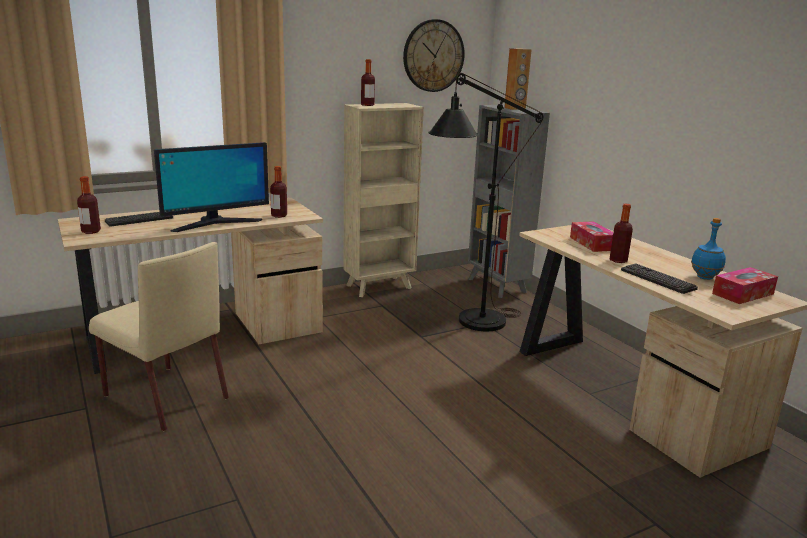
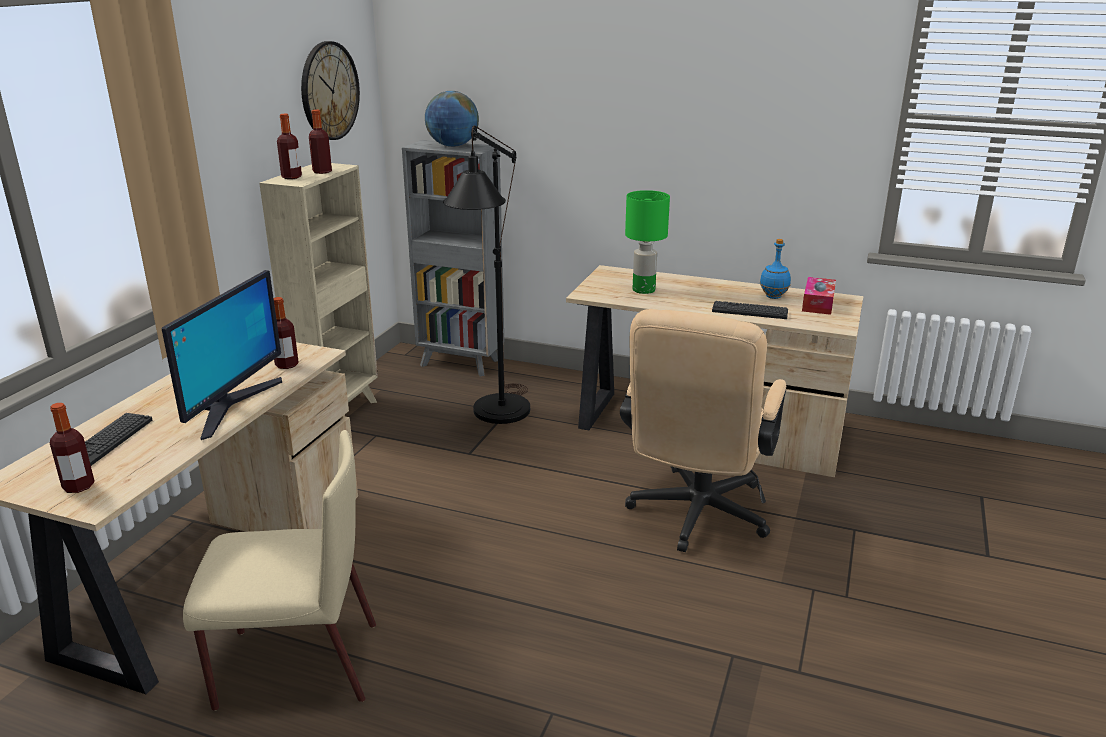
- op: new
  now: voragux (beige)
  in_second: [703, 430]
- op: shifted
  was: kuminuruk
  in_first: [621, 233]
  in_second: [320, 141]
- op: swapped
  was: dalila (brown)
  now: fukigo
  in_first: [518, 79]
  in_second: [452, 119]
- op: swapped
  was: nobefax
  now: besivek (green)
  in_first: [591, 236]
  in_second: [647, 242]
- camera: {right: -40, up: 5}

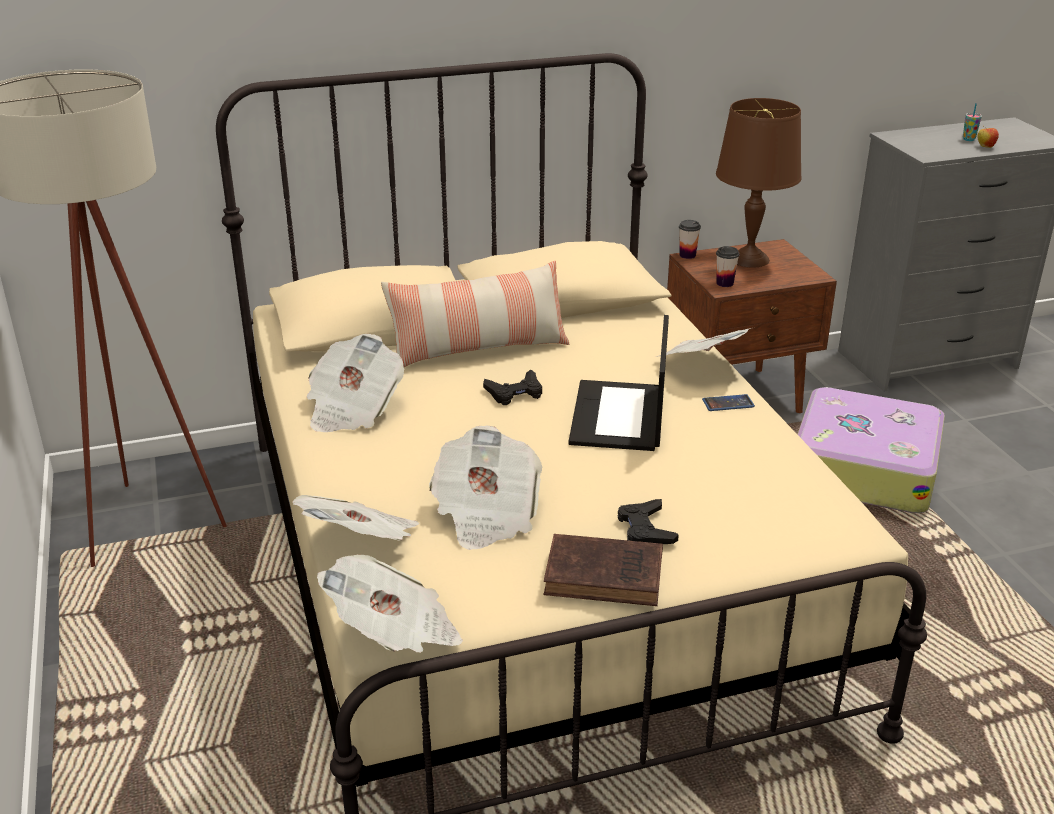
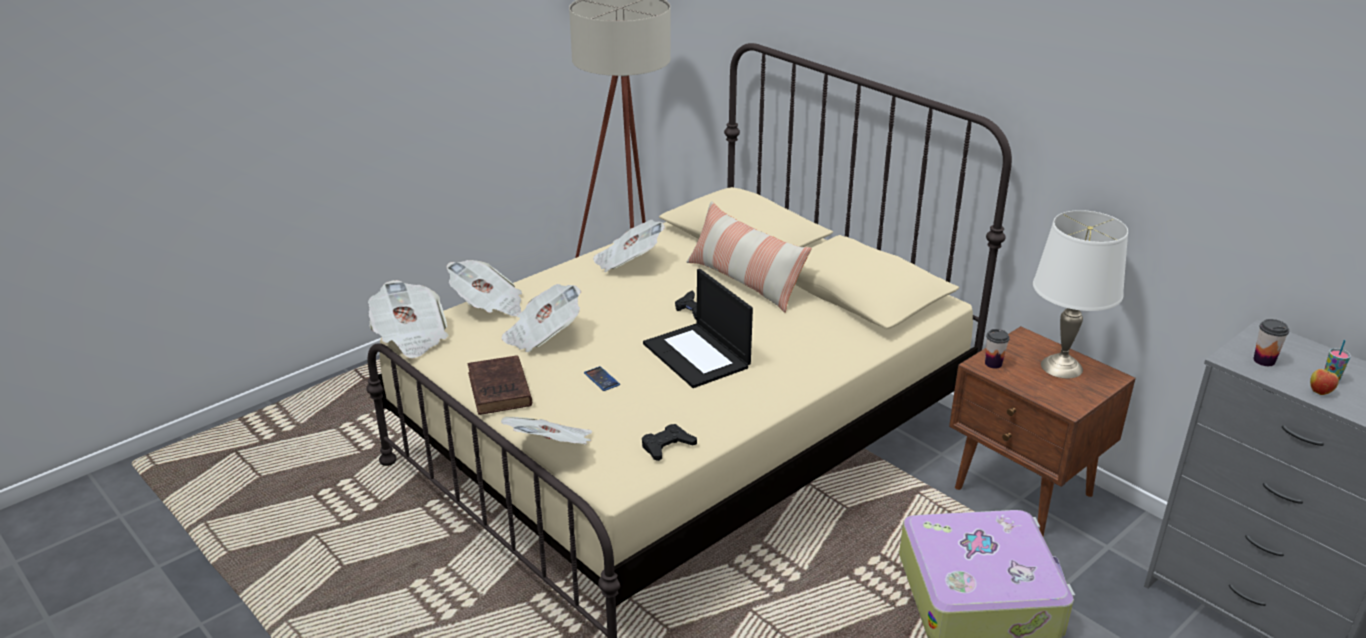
- op: shifted
  was: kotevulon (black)
  in_first: [648, 521]
  in_second: [669, 442]
- op: shifted
  was: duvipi
  in_first: [703, 342]
  in_second: [547, 430]
- op: shifted
  was: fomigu
  in_first: [690, 239]
  in_second: [1271, 342]
- op: shifted
  was: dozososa
  in_first: [728, 402]
  in_second: [602, 378]
- op: repainted
  was: besivek (brown)
  now: besivek (white)
  in_first: [759, 183]
  in_second: [1080, 294]
- op: rotated
  was: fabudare
  in_first: [619, 383]
  in_second: [698, 328]
  clockwise: -105
- camera: {right: 65, up: 0}

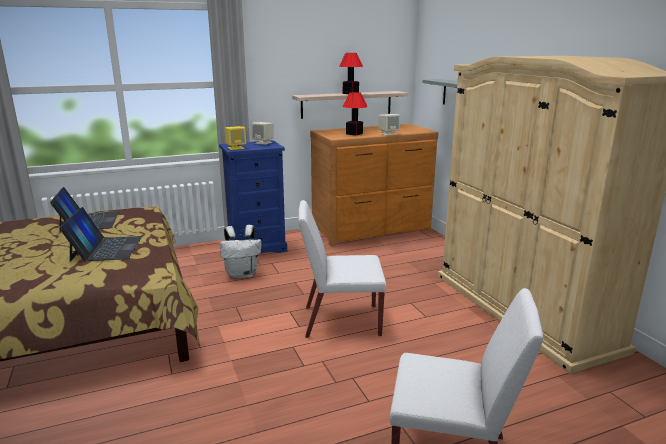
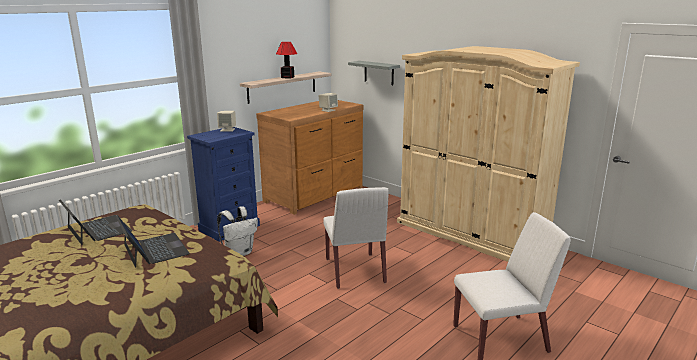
- op: gone
  was: dalila (yellow)
  in_first: [235, 138]
- op: gone
  was: besivek
  in_first: [355, 114]
- op: rotated
  was: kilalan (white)
  in_first: [342, 269]
  in_second: [356, 238]
  clockwise: -75
- camera: {right: -25, up: 0}

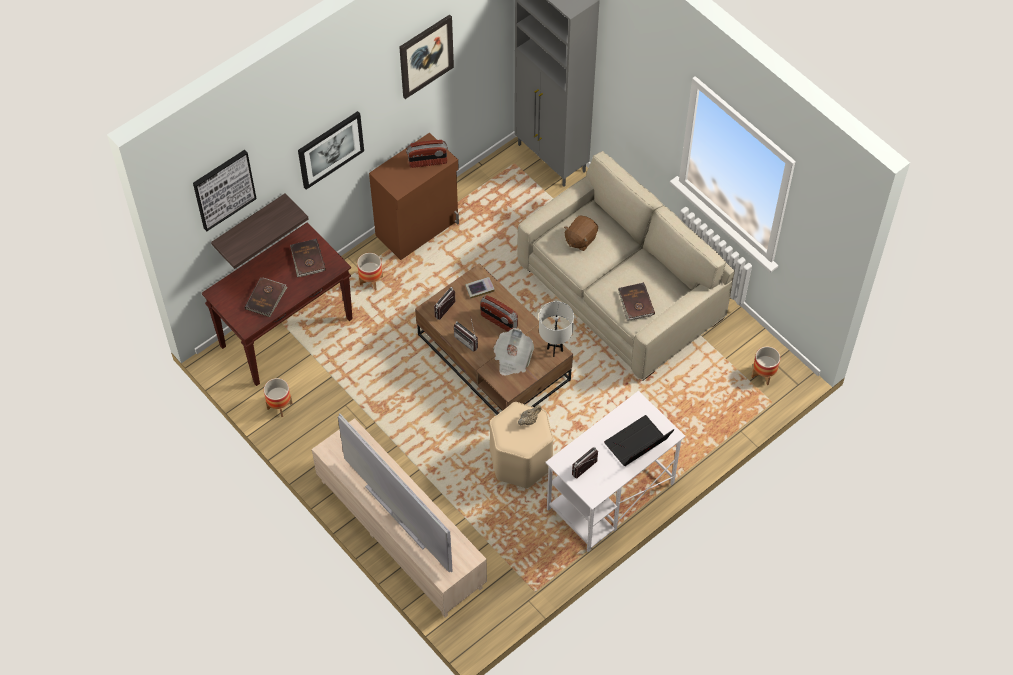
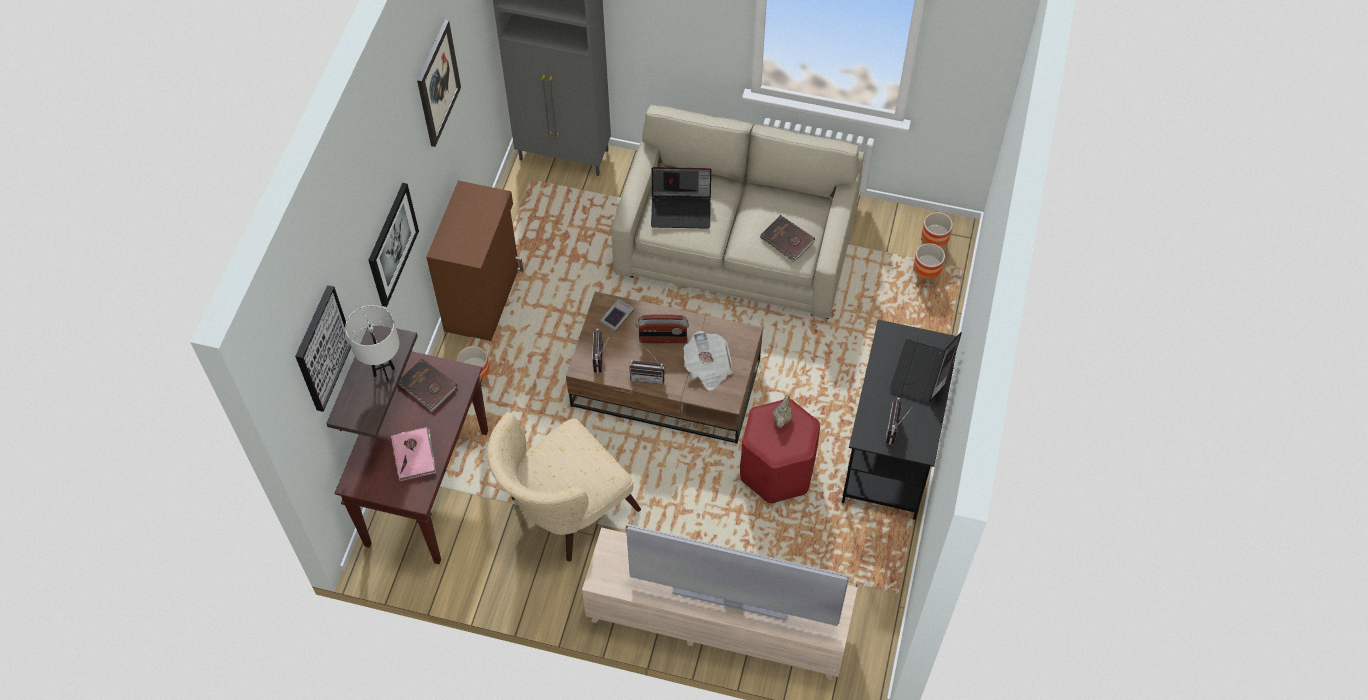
- op: gone
  was: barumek
  in_first: [427, 154]
- op: new
  now: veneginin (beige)
  in_second: [564, 486]
- op: shifted
  was: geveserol
  in_first: [278, 397]
  in_second: [929, 265]
- op: shifted
  was: besivek (white)
  in_first: [556, 329]
  in_second: [372, 343]
- op: swapped
  was: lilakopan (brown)
  now: fabudare
  in_first: [581, 233]
  in_second: [681, 198]
- op: repainted
  was: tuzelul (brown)
  now: tuzelul (pink)
  in_first: [266, 297]
  in_second: [413, 454]
- op: repainted
  was: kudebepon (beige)
  now: kudebepon (red)
  in_first: [521, 445]
  in_second: [780, 451]
- op: repainted
  was: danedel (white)
  now: danedel (black)
  in_first: [615, 471]
  in_second: [899, 420]
- camera: {right: -35, up: 0}

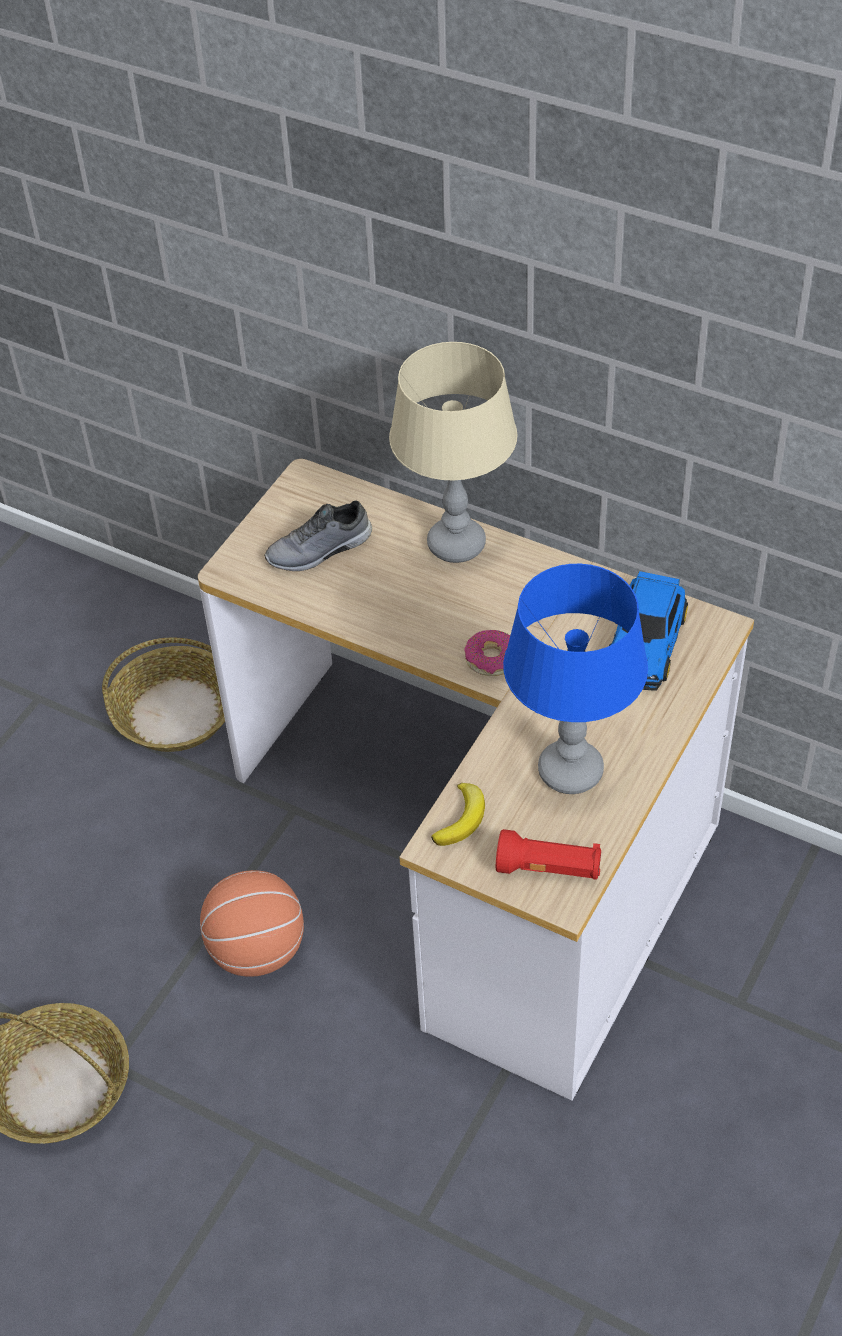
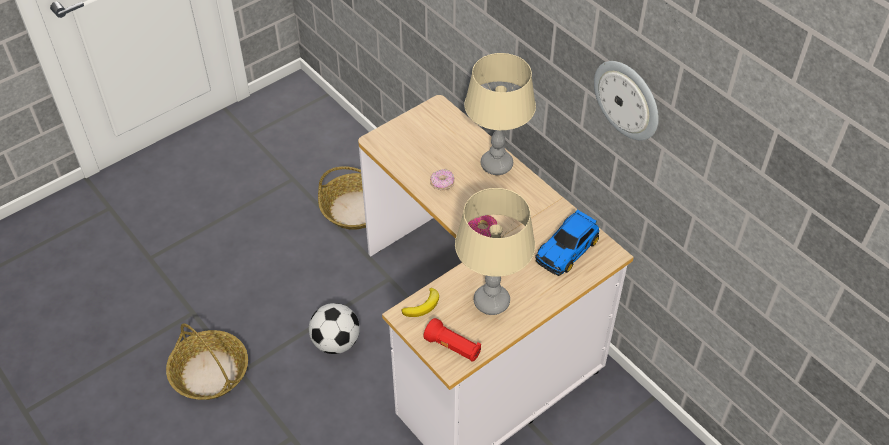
- op: gone
  was: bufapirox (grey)
  in_first: [318, 535]
- op: new
  now: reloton
  in_second: [442, 179]
- op: new
  now: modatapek
  in_second: [626, 100]
- op: swapped
  was: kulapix
  now: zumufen
  in_first: [252, 923]
  in_second: [334, 328]
- op: repainted
  was: besivek (blue)
  now: besivek (beige)
  in_first: [575, 679]
  in_second: [495, 251]
- camera: {right: 20, up: 0}

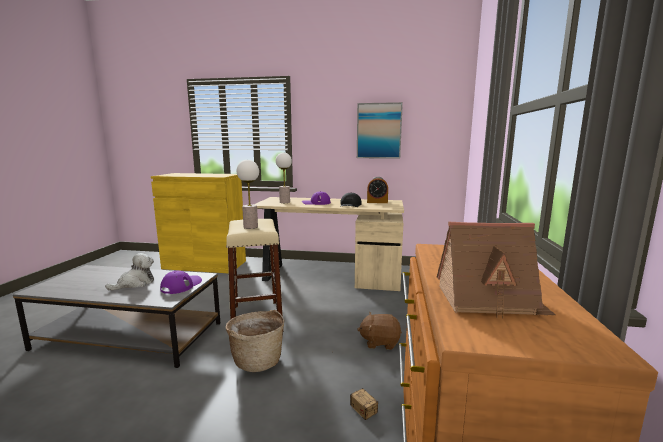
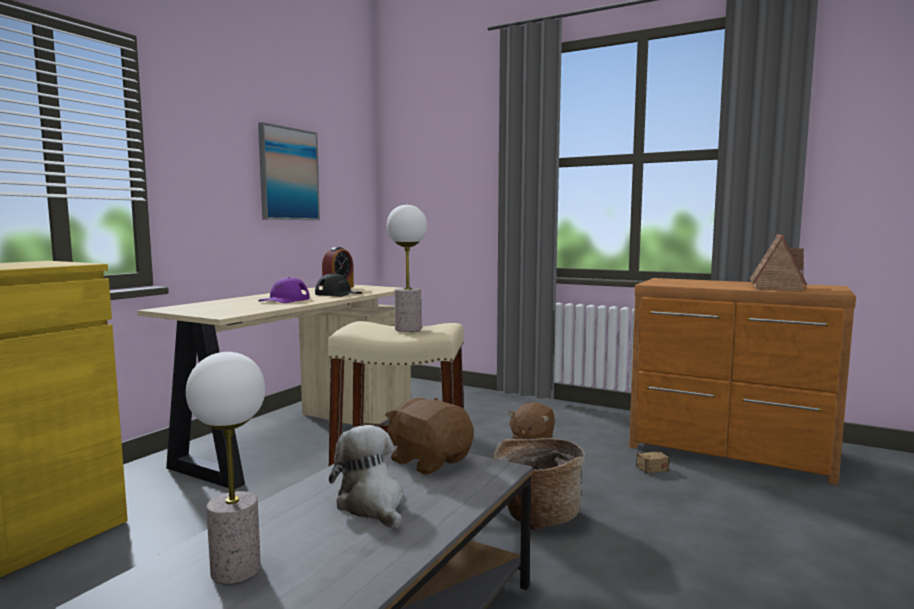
- op: shifted
  was: besivek
  in_first: [284, 178]
  in_second: [225, 468]
- op: swapped
  was: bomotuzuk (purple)
  now: lilakopan (brown)
  in_first: [181, 282]
  in_second: [429, 436]
- camera: {right: -70, up: -5}

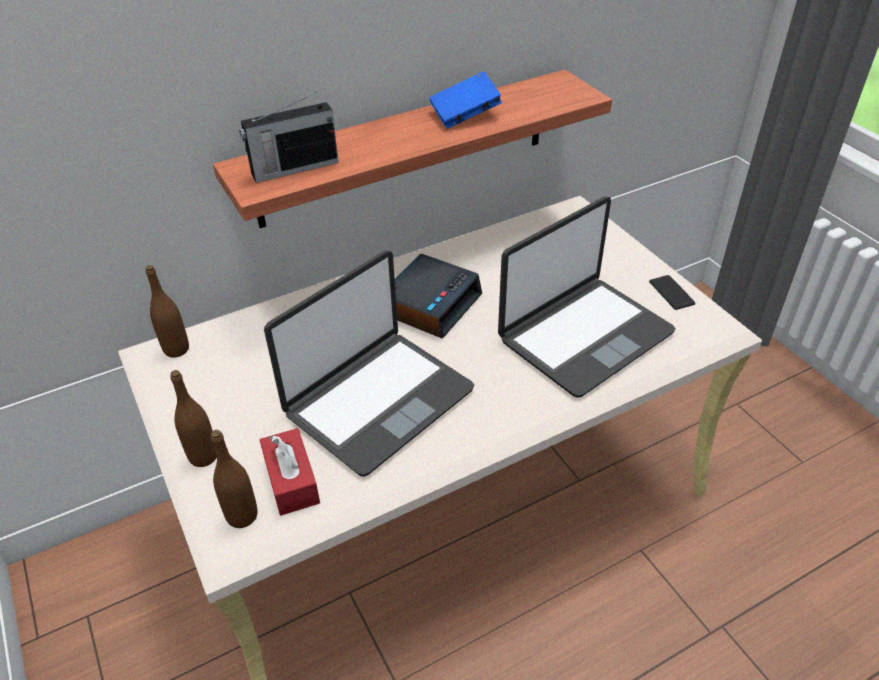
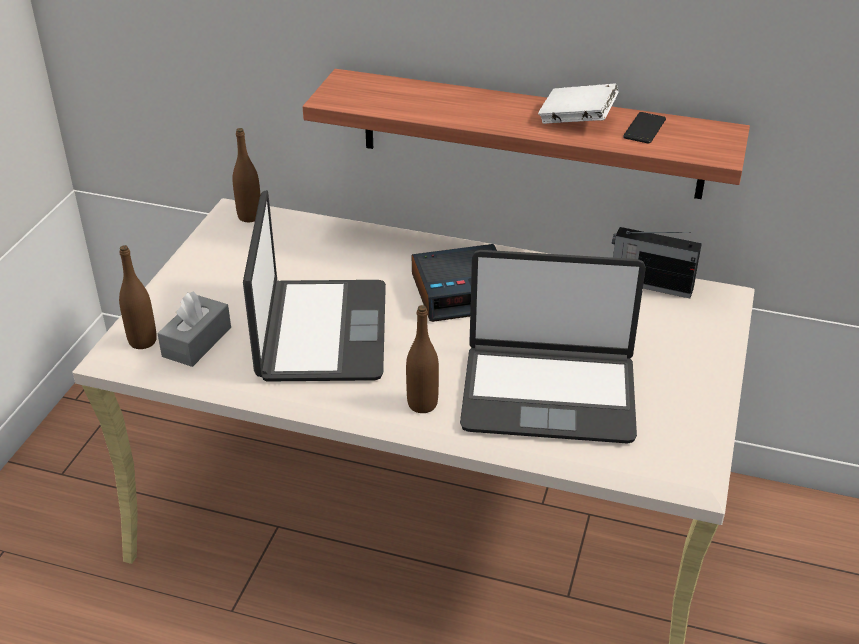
- op: shifted
  was: kuminuruk (brown)
  in_first: [193, 418]
  in_second: [422, 359]
- op: shifted
  was: barumek
  in_first: [289, 137]
  in_second: [657, 262]
- op: shifted
  was: dozososa
  in_first: [672, 292]
  in_second: [644, 128]
- op: repainted
  was: nobefax (red)
  now: nobefax (grey)
  in_first: [290, 472]
  in_second: [194, 329]
- op: repainted
  was: tuzelul (blue)
  now: tuzelul (white)
  in_first: [465, 99]
  in_second: [578, 103]
- op: rotated
  was: fabudare
  in_first: [369, 364]
  in_second: [314, 286]
  clockwise: -90
- camera: {right: 45, up: -5}

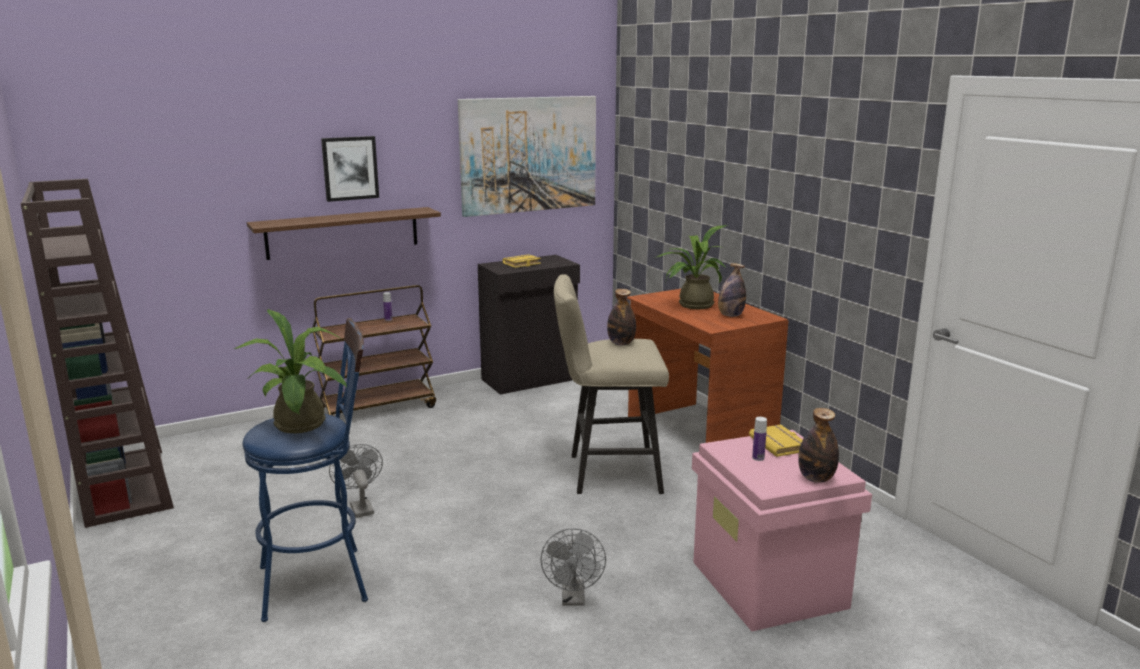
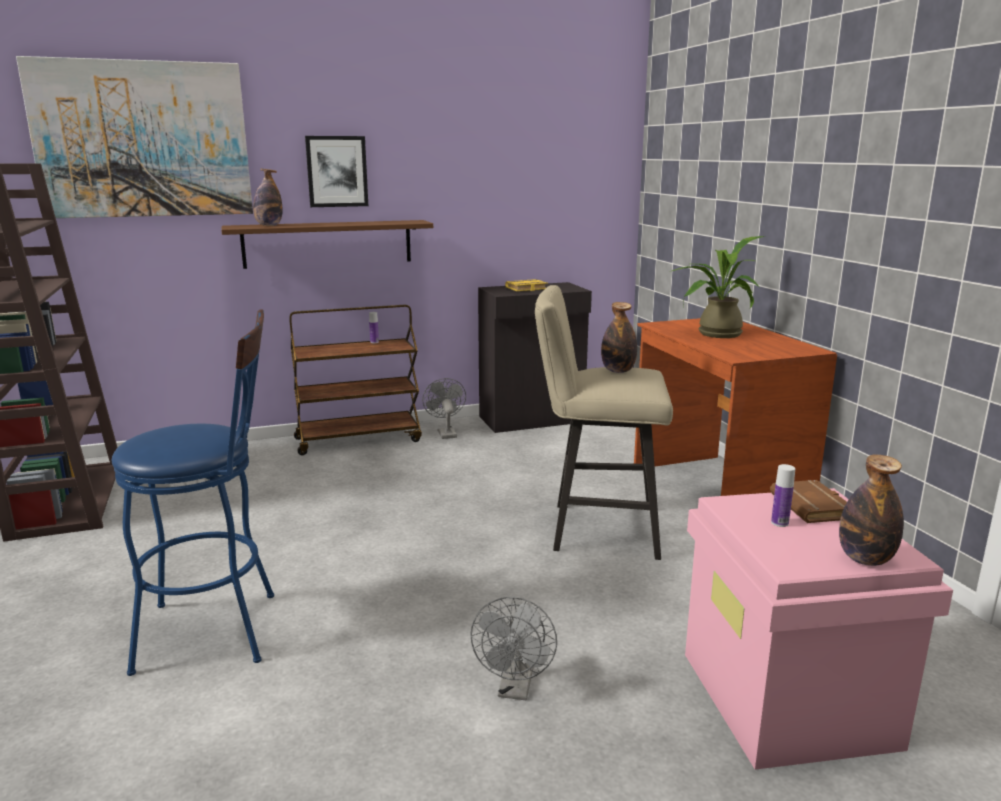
- op: gone
  was: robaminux
  in_first: [290, 371]
- op: shifted
  was: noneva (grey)
  in_first: [356, 481]
  in_second: [444, 408]
- op: shifted
  was: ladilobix
  in_first: [527, 156]
  in_second: [134, 137]
- op: shifted
  was: kuminuruk
  in_first: [732, 290]
  in_second: [268, 197]
- op: repainted
  was: tuzelul (yellow)
  now: tuzelul (brown)
  in_first: [776, 441]
  in_second: [808, 501]
- camera: {right: 10, up: 0}

